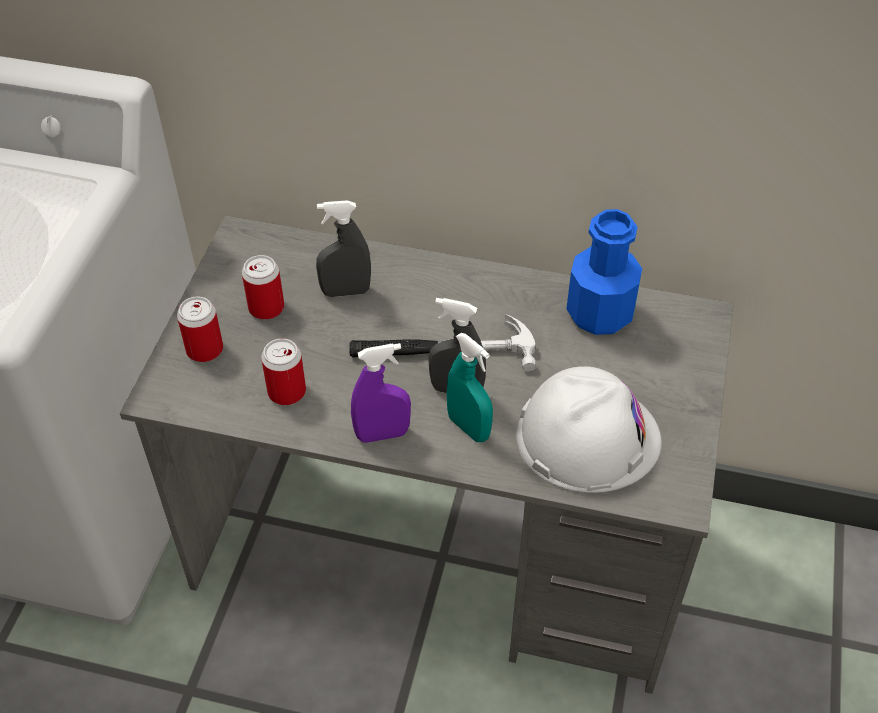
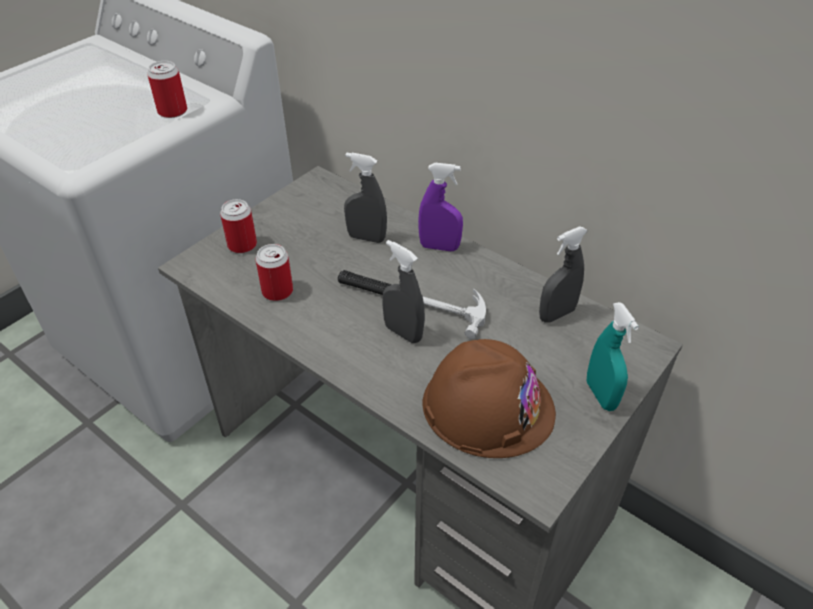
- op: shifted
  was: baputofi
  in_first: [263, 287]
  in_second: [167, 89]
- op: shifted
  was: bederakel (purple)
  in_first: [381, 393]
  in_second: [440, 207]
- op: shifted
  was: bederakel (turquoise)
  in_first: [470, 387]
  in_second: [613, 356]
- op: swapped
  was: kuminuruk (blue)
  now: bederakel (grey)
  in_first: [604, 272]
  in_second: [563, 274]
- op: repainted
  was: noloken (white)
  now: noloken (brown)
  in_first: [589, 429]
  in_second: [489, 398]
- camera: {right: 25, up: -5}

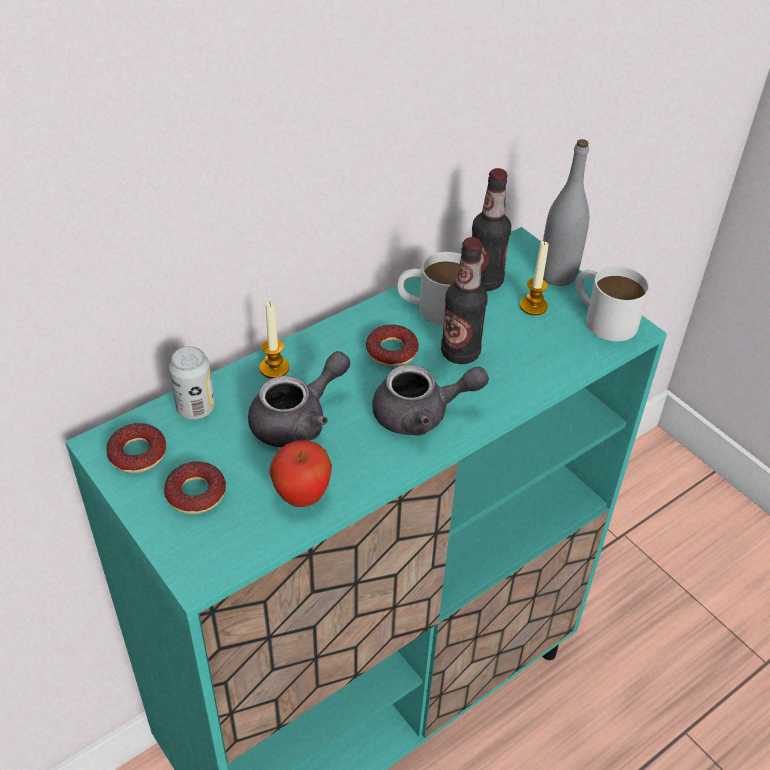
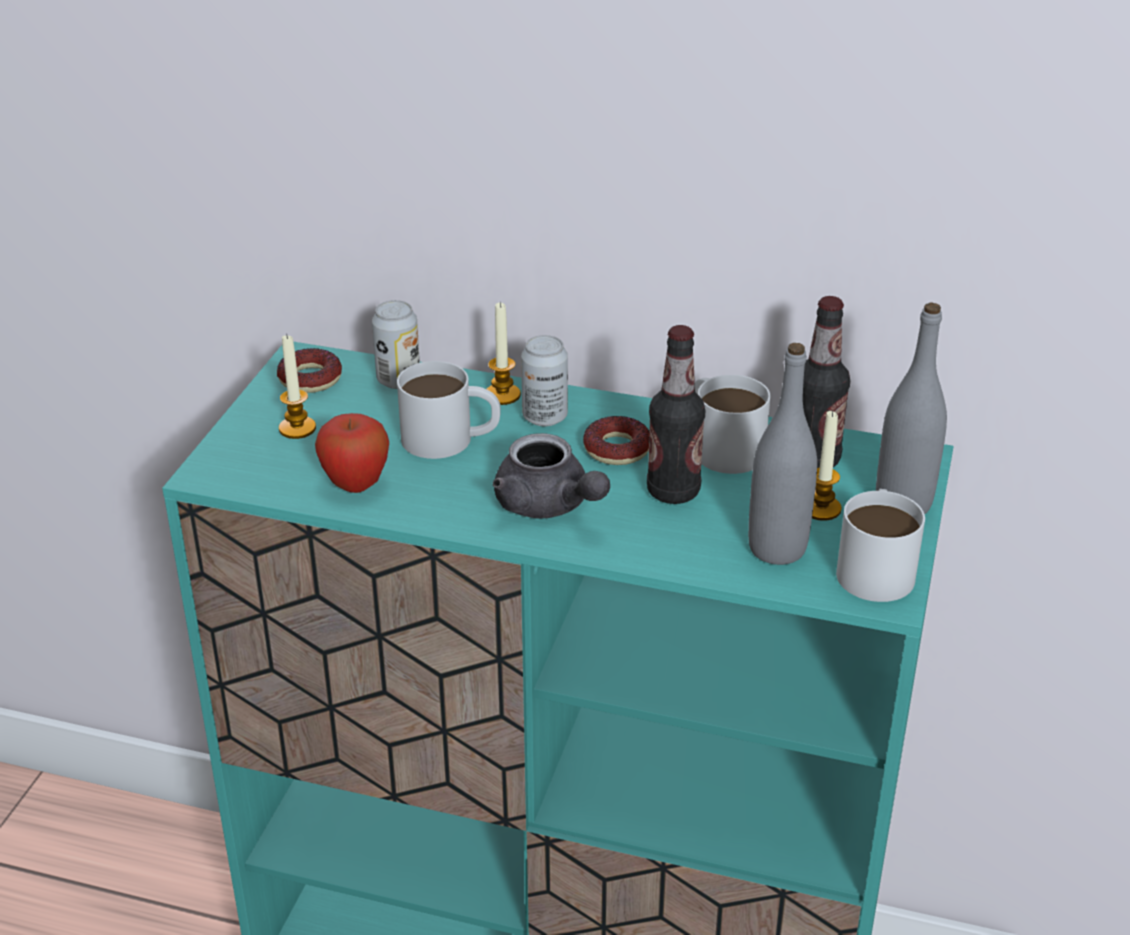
- op: new
  now: baputofi
  in_second: [544, 380]
- op: new
  now: kuminuruk (grey)
  in_second: [782, 454]
- op: swapped
  was: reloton
  now: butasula
  in_first: [195, 487]
  in_second: [297, 387]
- op: swapped
  was: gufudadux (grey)
  now: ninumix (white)
  in_first: [299, 399]
  in_second: [449, 410]
- camera: {right: 55, up: -10}

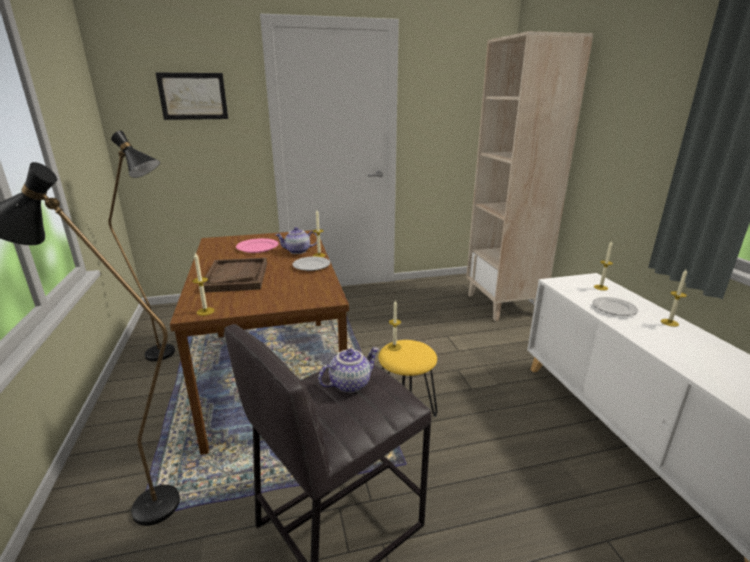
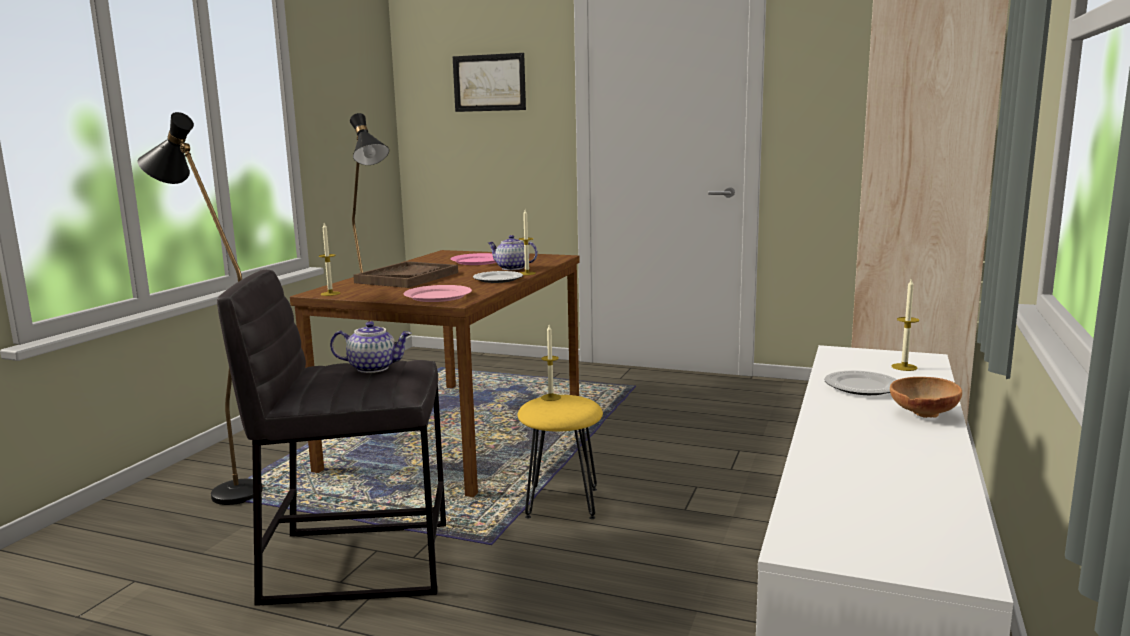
- op: new
  now: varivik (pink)
  in_second: [438, 293]
- op: swapped
  was: butasula
  now: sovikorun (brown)
  in_first: [674, 298]
  in_second: [926, 397]
- camera: {right: 35, up: -10}

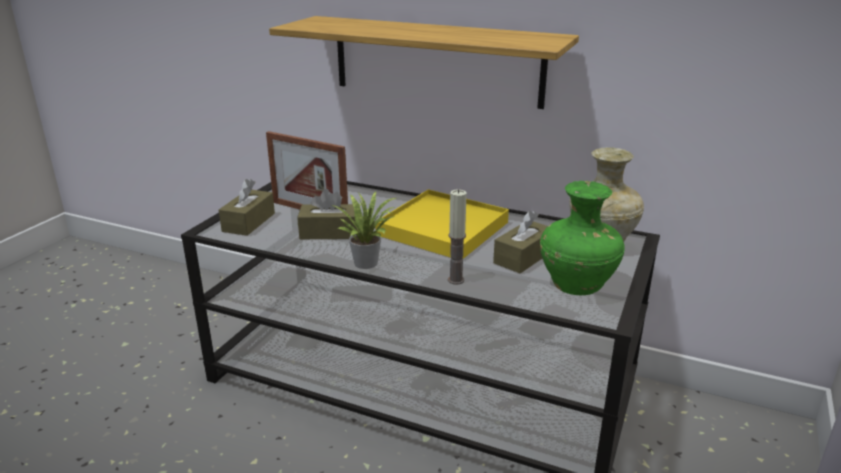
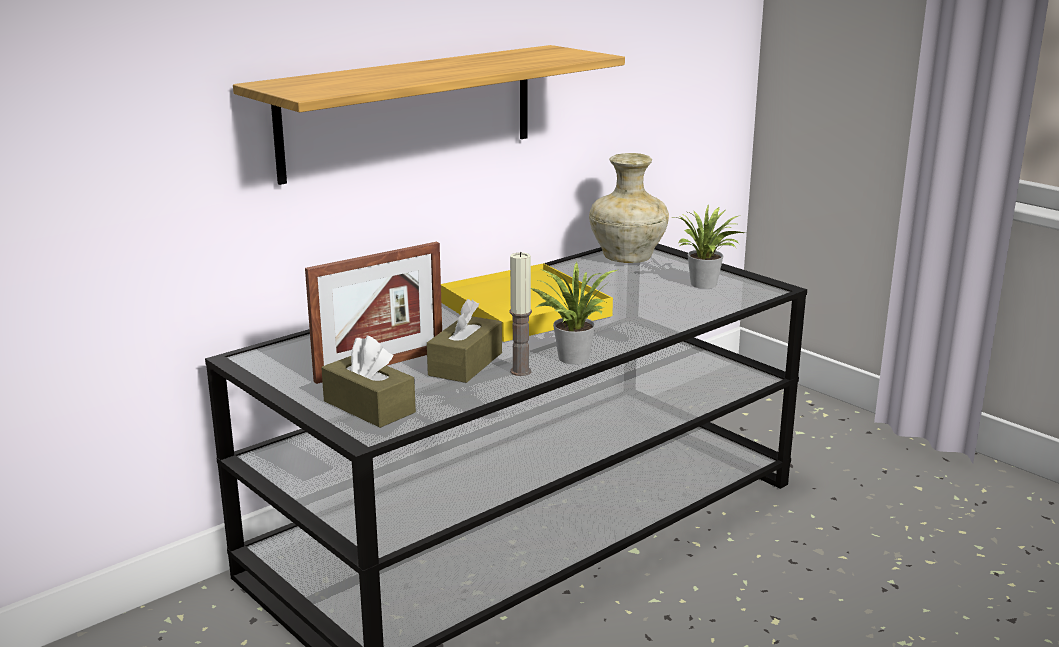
- op: gone
  was: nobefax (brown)
  in_first: [520, 242]
- op: shifted
  was: butasula
  in_first: [457, 237]
  in_second: [520, 314]
- op: swapped
  was: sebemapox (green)
  now: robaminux
  in_first: [582, 238]
  in_second: [707, 246]
- camera: {right: -65, up: -5}

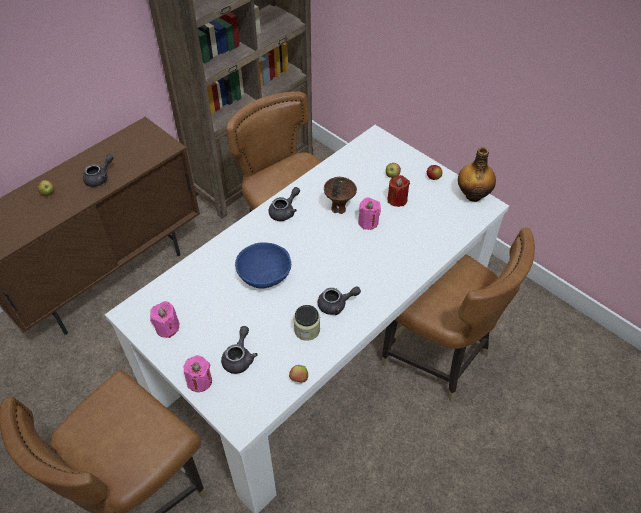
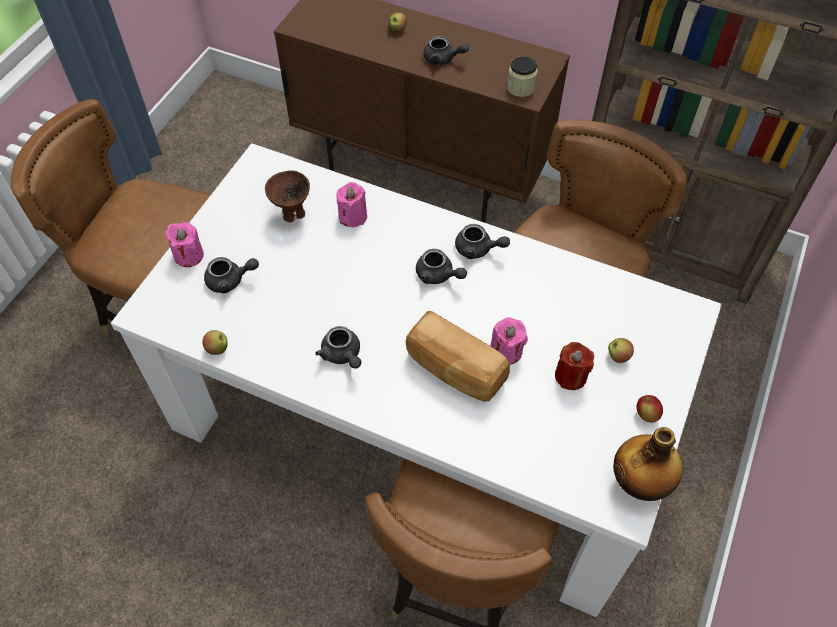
- op: gone
  was: sovikorun (blue)
  in_first: [263, 265]
- op: new
  now: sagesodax
  in_second: [458, 356]
- op: new
  now: gufudadux (grey)
  in_second: [441, 266]
- op: shifted
  was: butasula (pink)
  in_first: [165, 319]
  in_second: [351, 204]
- op: shifted
  was: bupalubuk
  in_first: [307, 323]
  in_second: [522, 76]
- op: shifted
  was: sovikorun (brown)
  in_first: [340, 195]
  in_second: [287, 196]
- camera: {right: 70, up: 5}

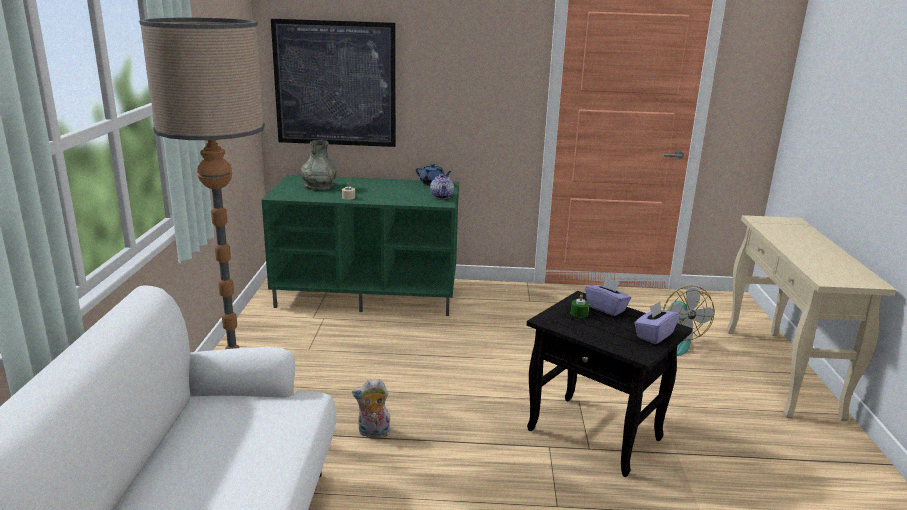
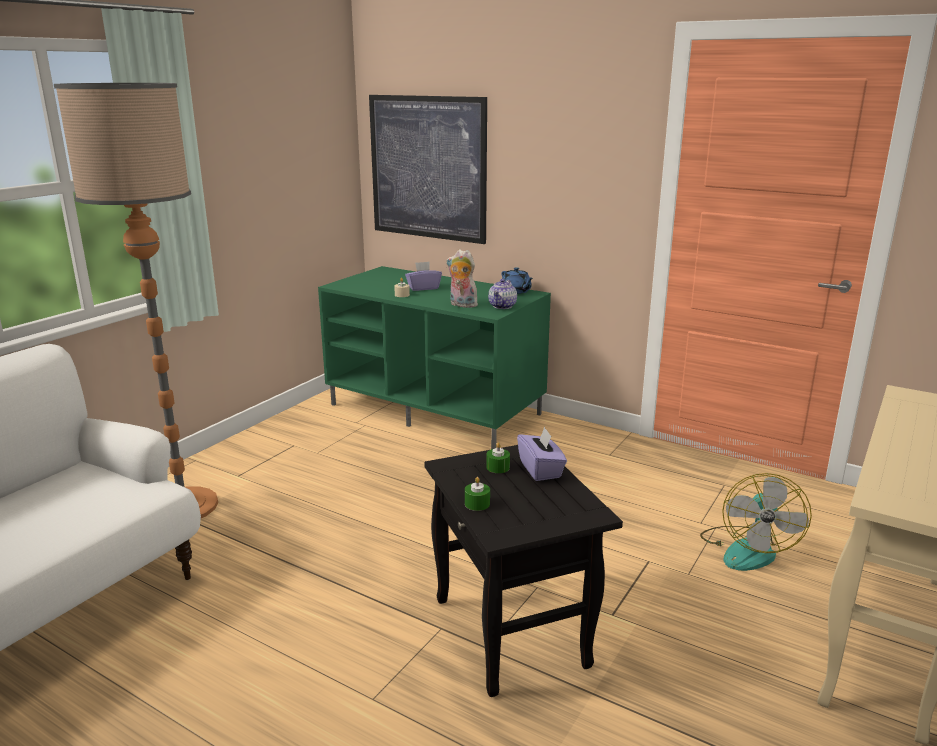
- op: gone
  was: sebemapox (grey)
  in_first: [318, 165]
- op: new
  now: butasula (green)
  in_second: [477, 494]
- op: shifted
  was: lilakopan
  in_first: [371, 408]
  in_second: [462, 279]
- op: shifted
  was: nobefax (purple)
  in_first: [656, 323]
  in_second: [423, 276]
- camera: {right: 30, up: 0}

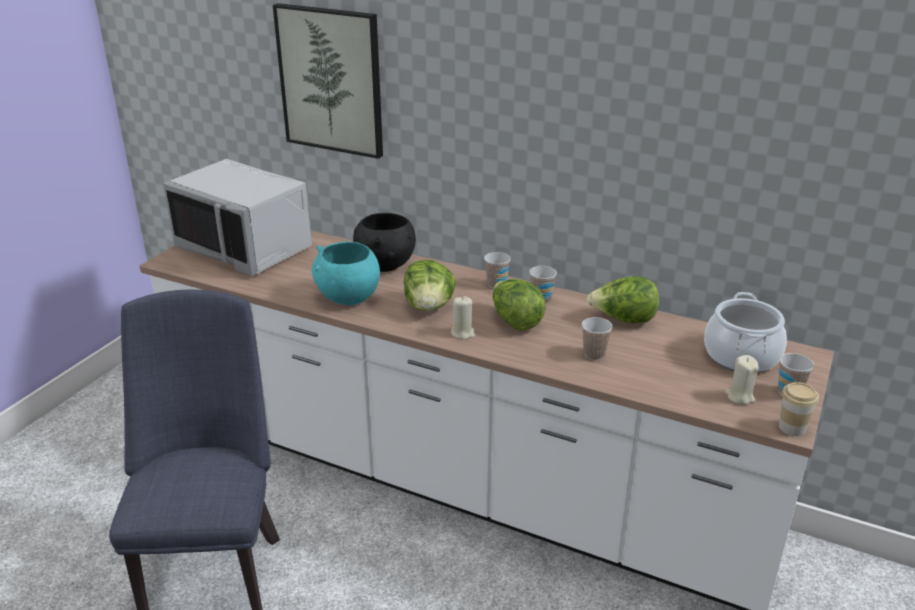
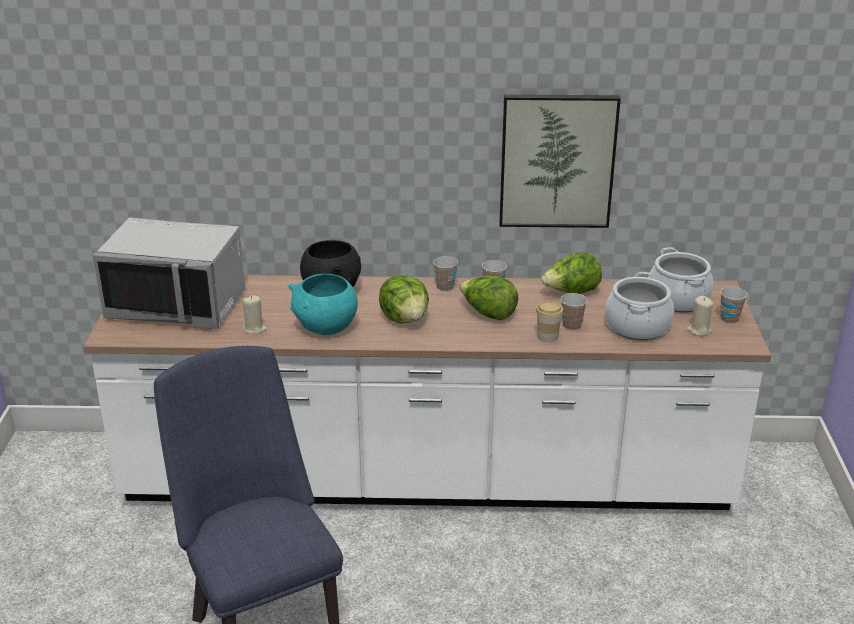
- op: new
  now: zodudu
  in_second: [639, 306]
- op: shifted
  was: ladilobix
  in_first: [328, 81]
  in_second: [560, 161]
- op: shifted
  was: butasula (beige)
  in_first: [463, 318]
  in_second: [255, 314]
- op: shifted
  was: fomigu
  in_first: [799, 409]
  in_second: [549, 321]
- camera: {right: -25, up: 0}

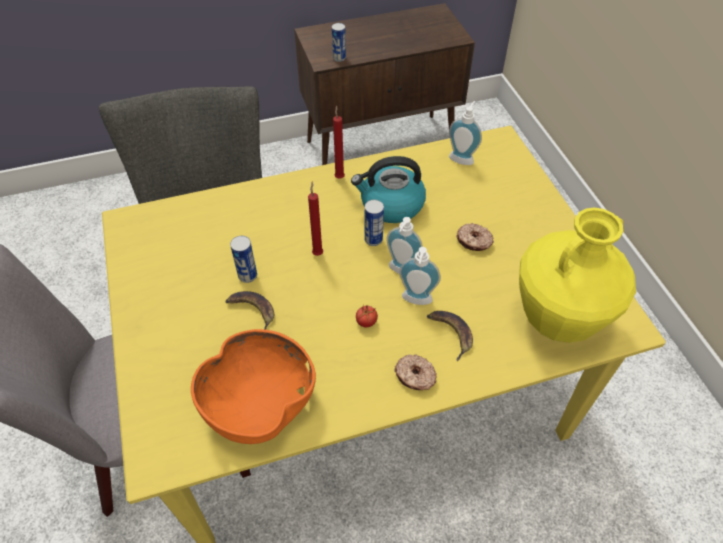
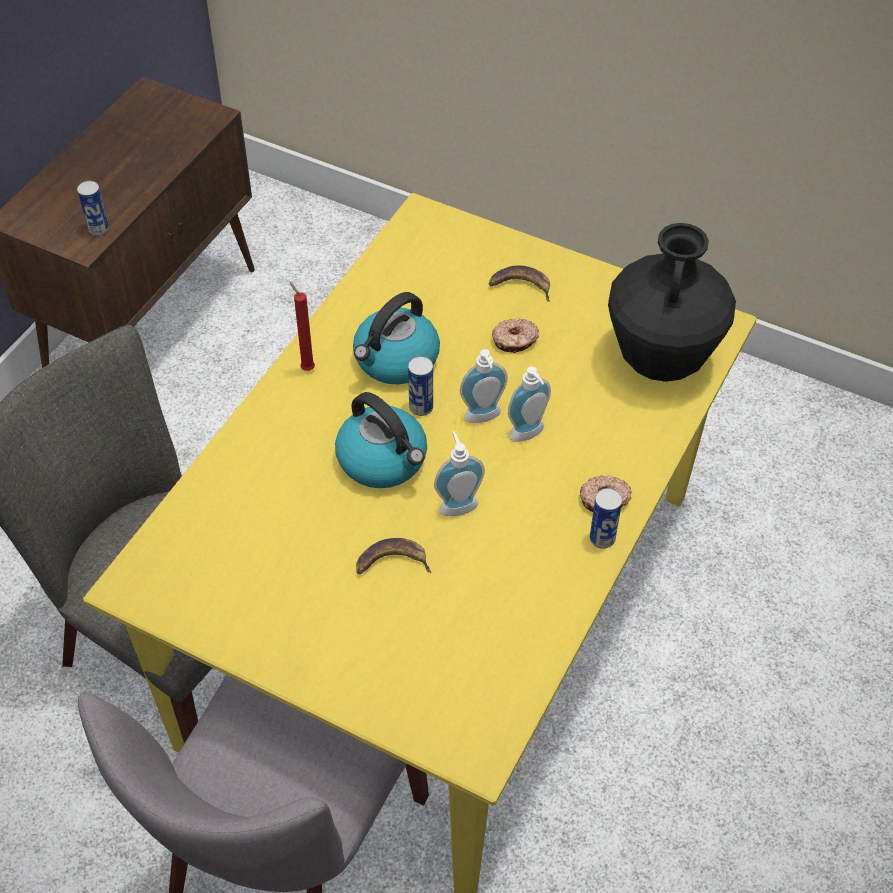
- op: gone
  was: sovikorun (orange)
  in_first: [253, 386]
- op: gone
  was: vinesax
  in_first: [367, 315]
- op: shifted
  was: baputofi
  in_first: [243, 259]
  in_second: [606, 518]
- op: shifted
  was: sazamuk
  in_first: [450, 336]
  in_second: [519, 284]
- op: shifted
  was: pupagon
  in_first: [465, 133]
  in_second: [459, 473]
- op: swapped
  was: butasula (red)
  now: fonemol
  in_first: [315, 219]
  in_second: [381, 440]
- op: repainted
  was: sebemapox (yellow)
  now: sebemapox (black)
  in_first: [577, 275]
  in_second: [672, 302]
- camera: {right: -45, up: 0}

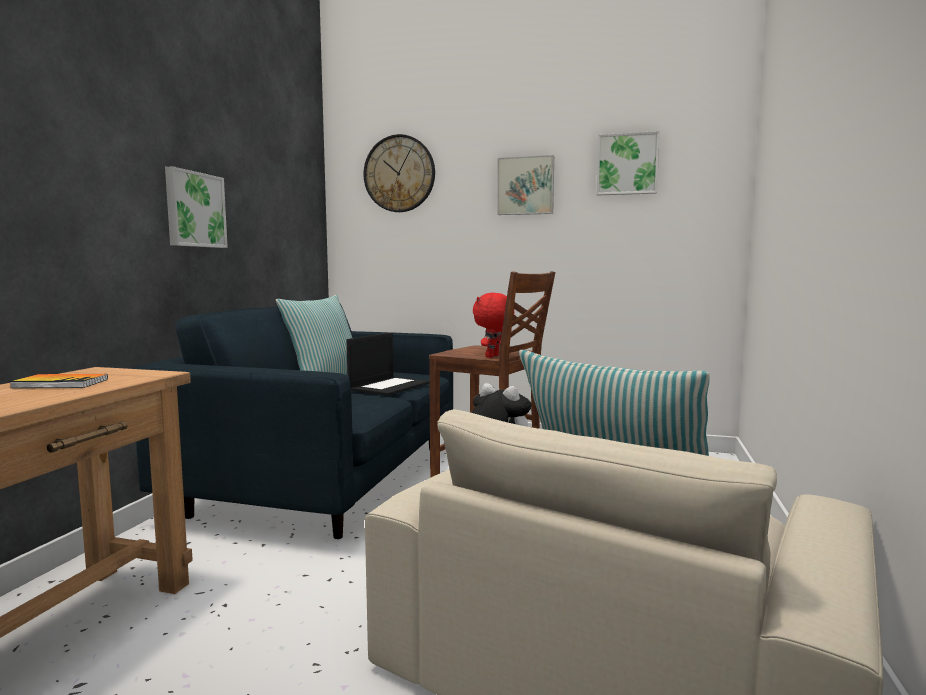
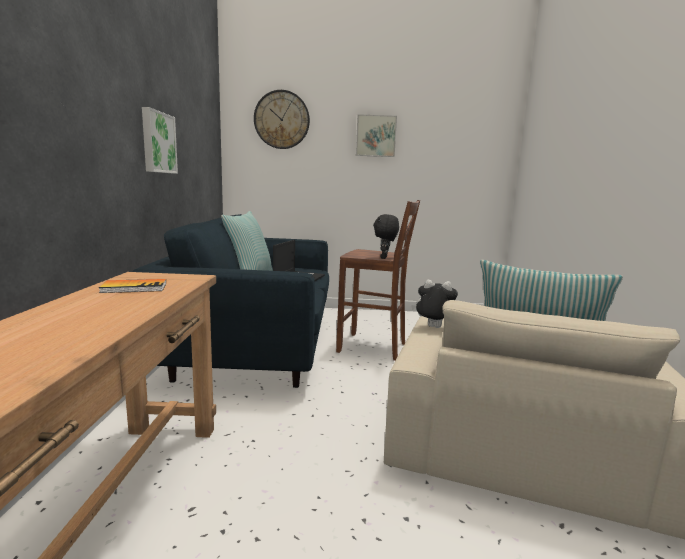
- op: gone
  was: ladilobix
  in_first: [628, 163]
- op: repainted
  was: lilakopan (red)
  now: lilakopan (black)
  in_first: [493, 325]
  in_second: [386, 236]
- camera: {right: -15, up: 5}

